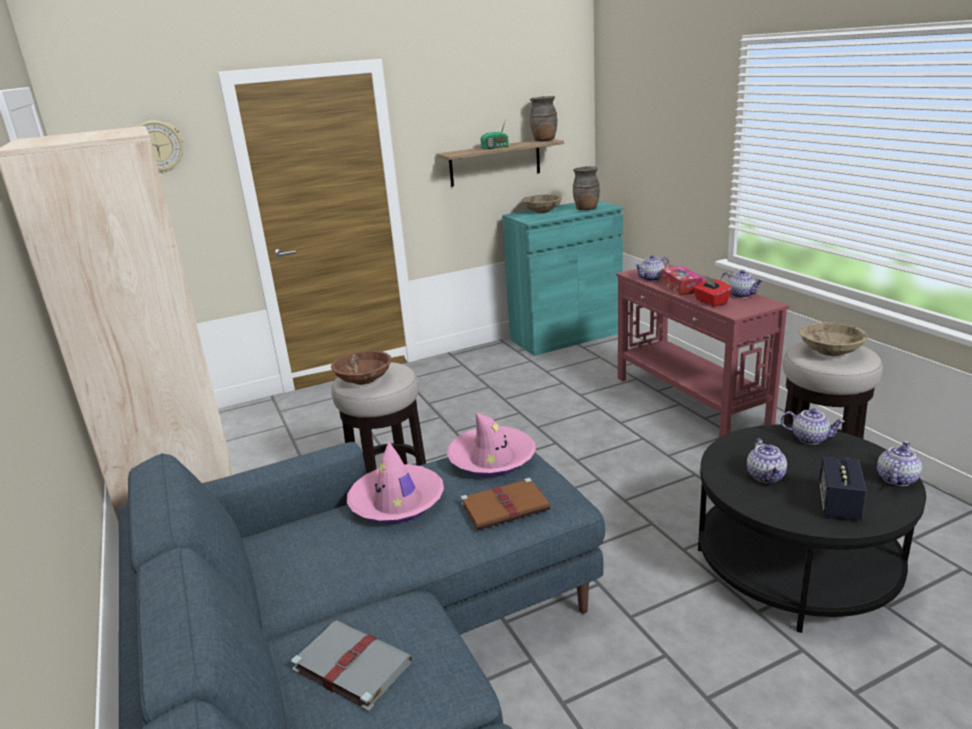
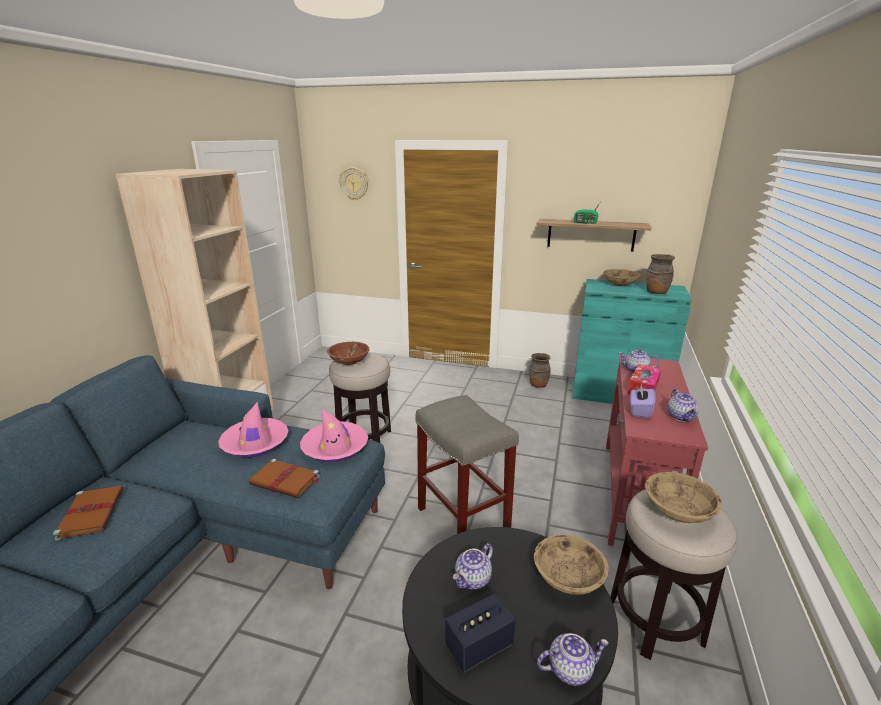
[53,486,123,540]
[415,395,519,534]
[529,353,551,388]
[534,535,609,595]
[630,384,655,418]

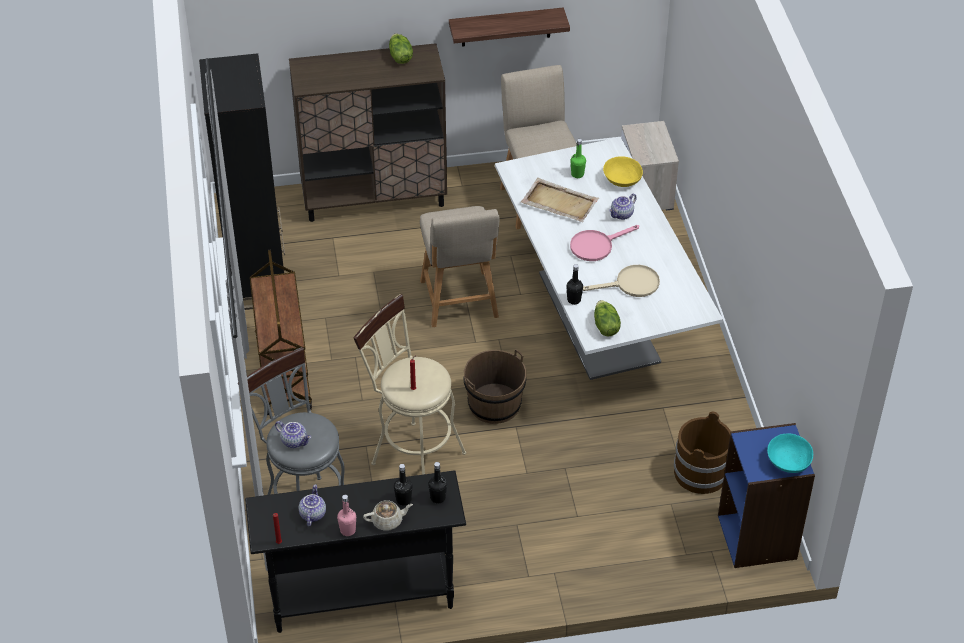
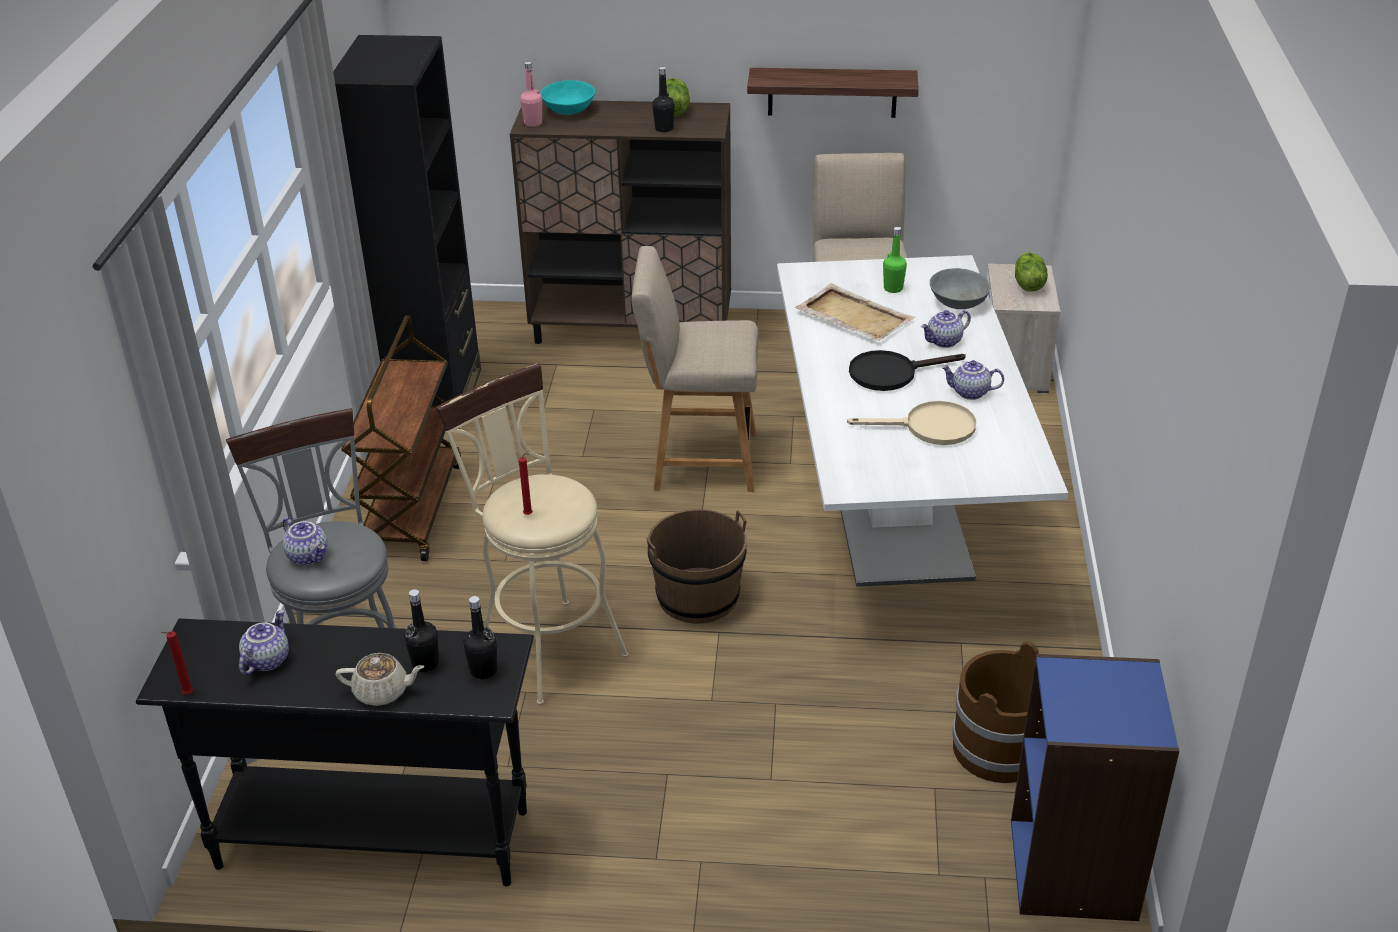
[520,62,542,127]
[540,80,595,115]
[631,246,759,492]
[652,67,675,132]
[849,350,966,391]
[930,268,990,309]
[941,360,1004,400]
[1015,252,1048,292]

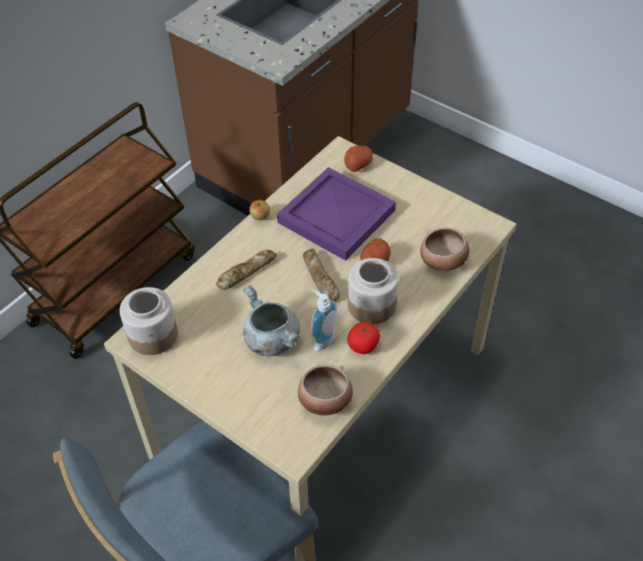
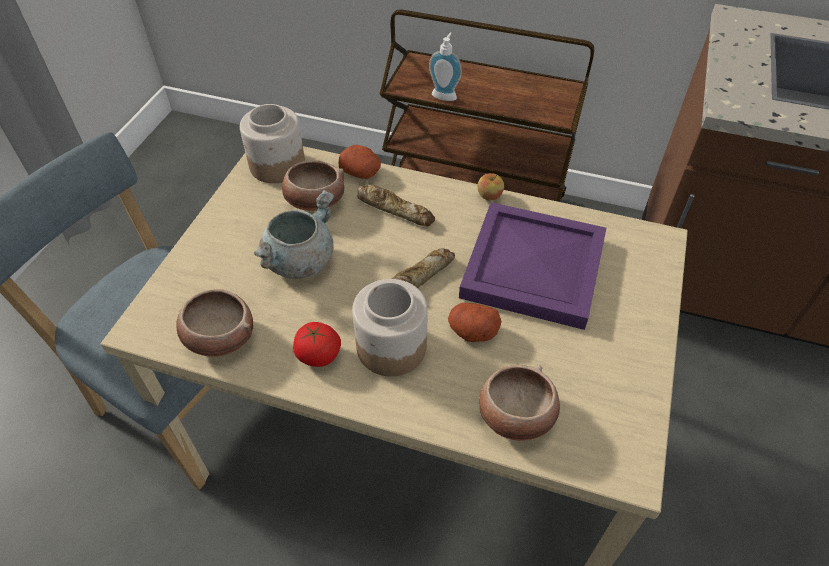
[282,160,344,211]
[339,145,381,179]
[429,32,462,101]

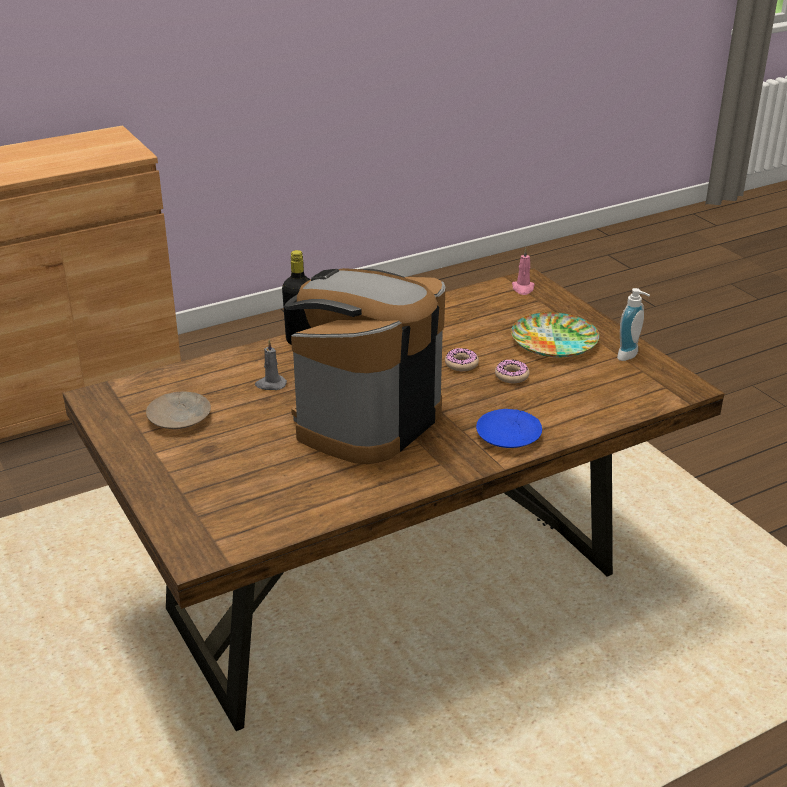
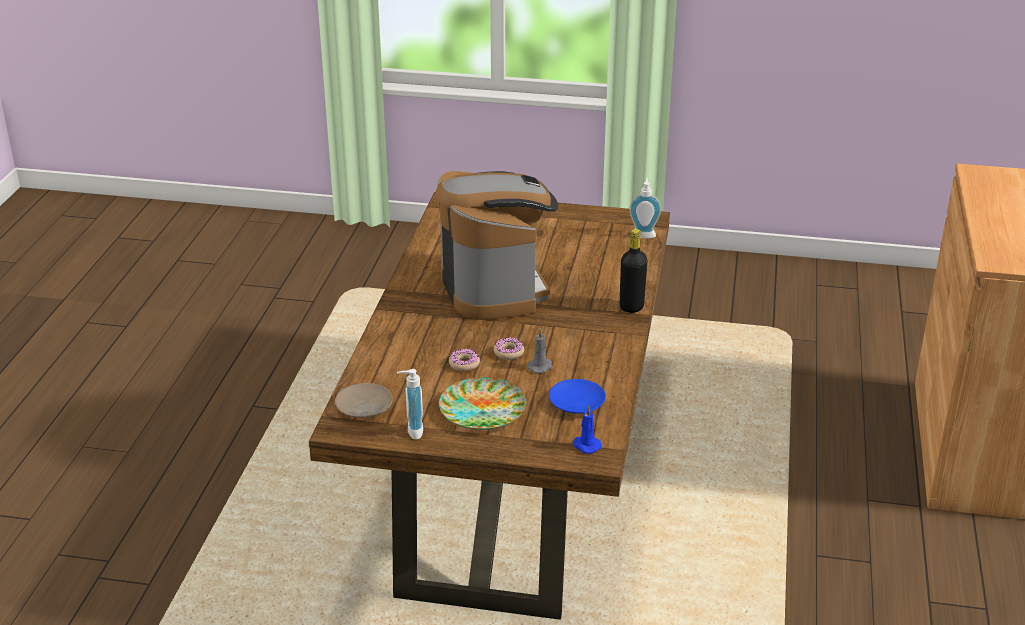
[335,383,393,418]
[527,328,552,374]
[549,379,606,414]
[574,405,602,454]
[629,178,661,239]

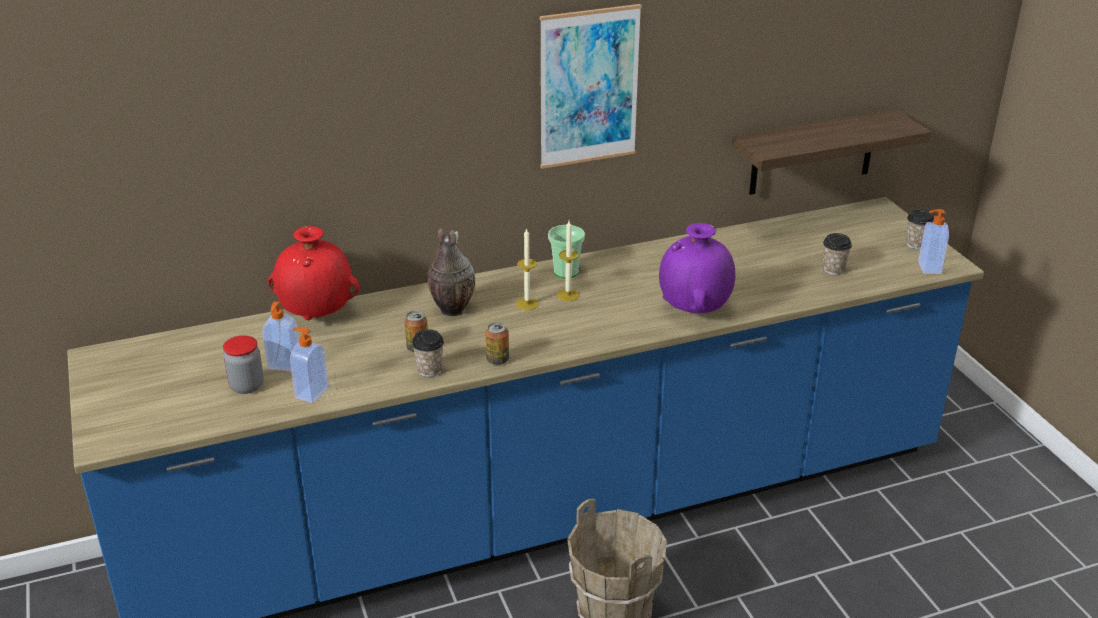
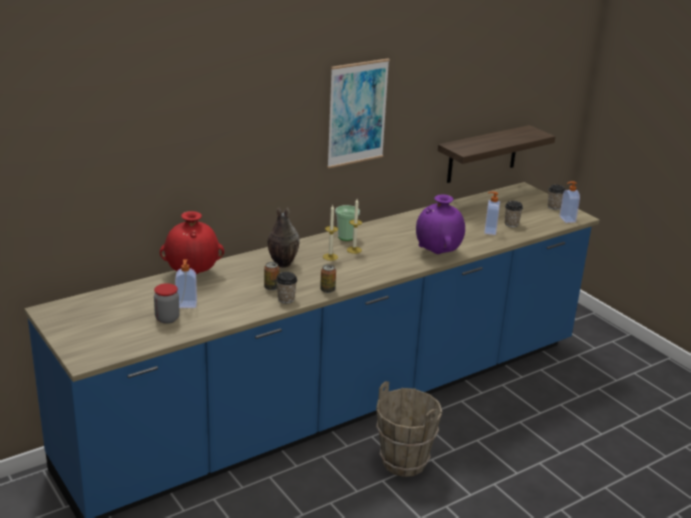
[484,191,500,235]

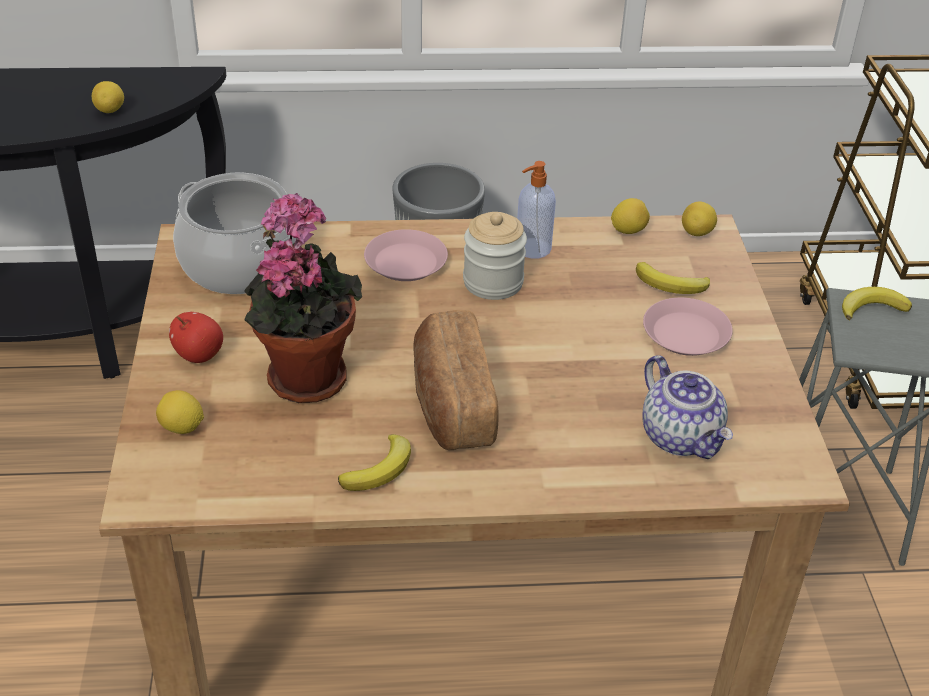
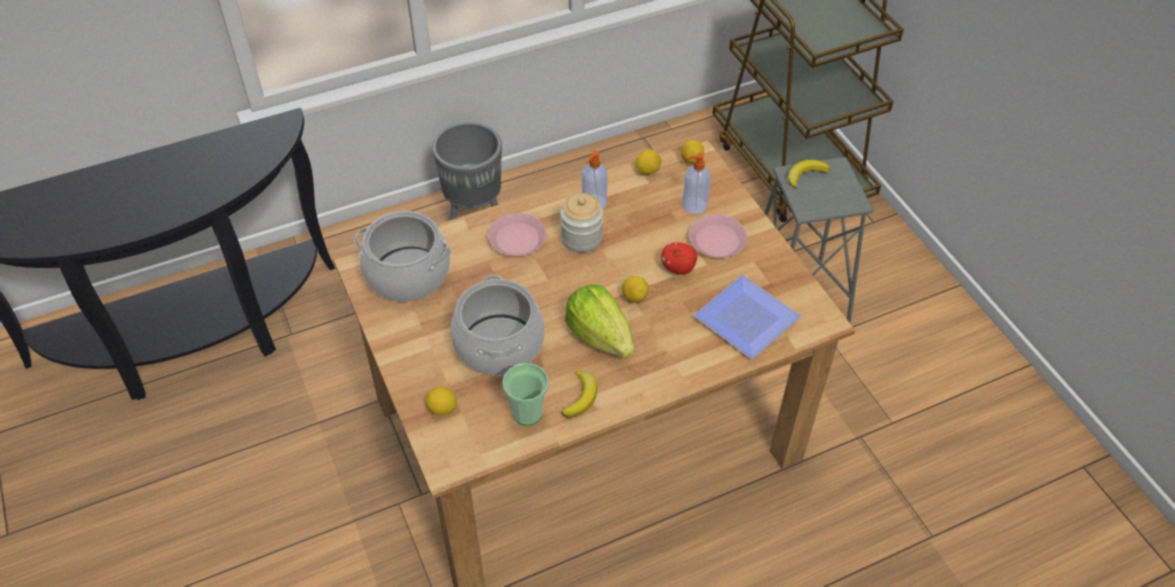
[451,275,545,376]
[502,363,549,426]
[565,285,634,358]
[622,276,649,303]
[661,242,697,275]
[682,153,711,214]
[694,275,801,359]

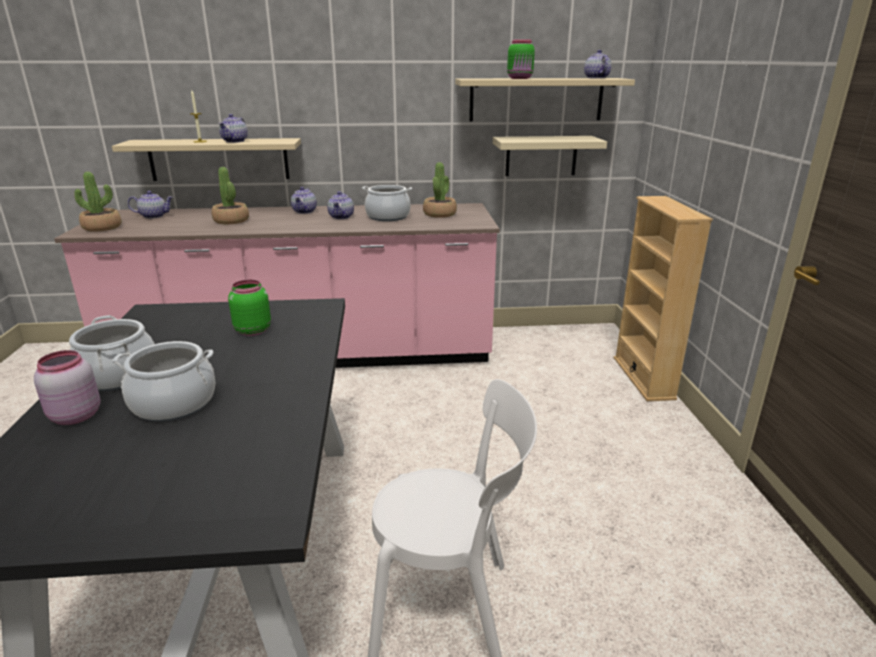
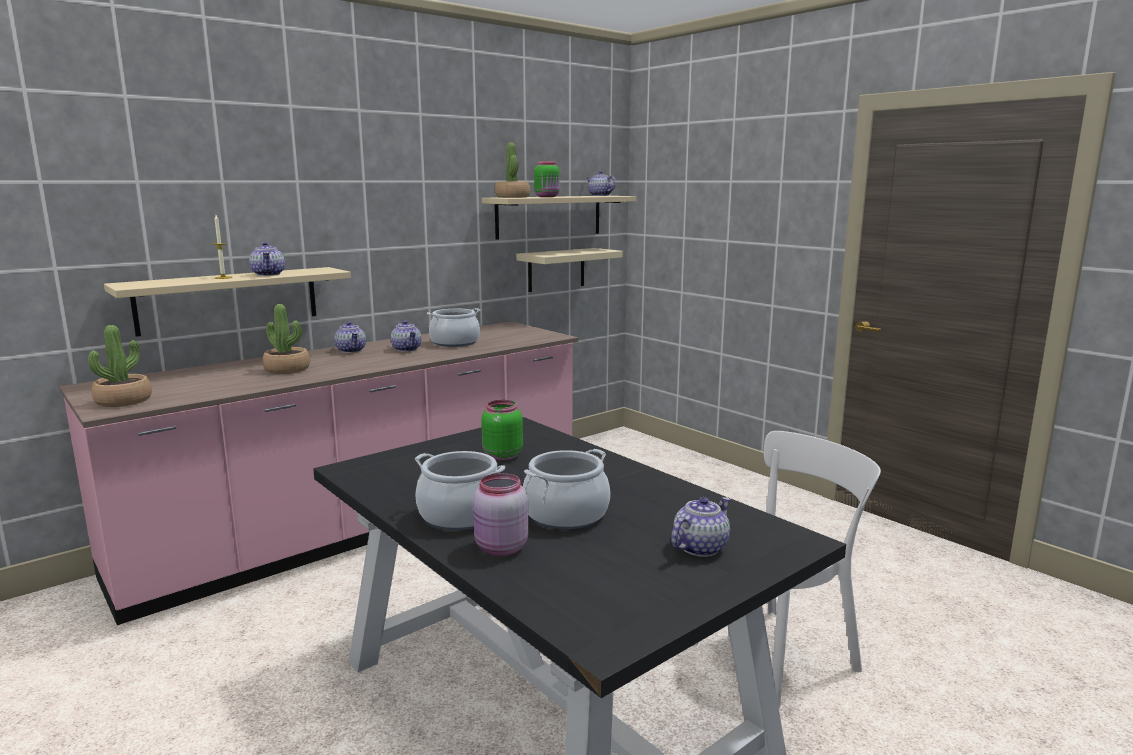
[495,142,530,198]
[671,497,731,557]
[614,196,713,401] (first image)

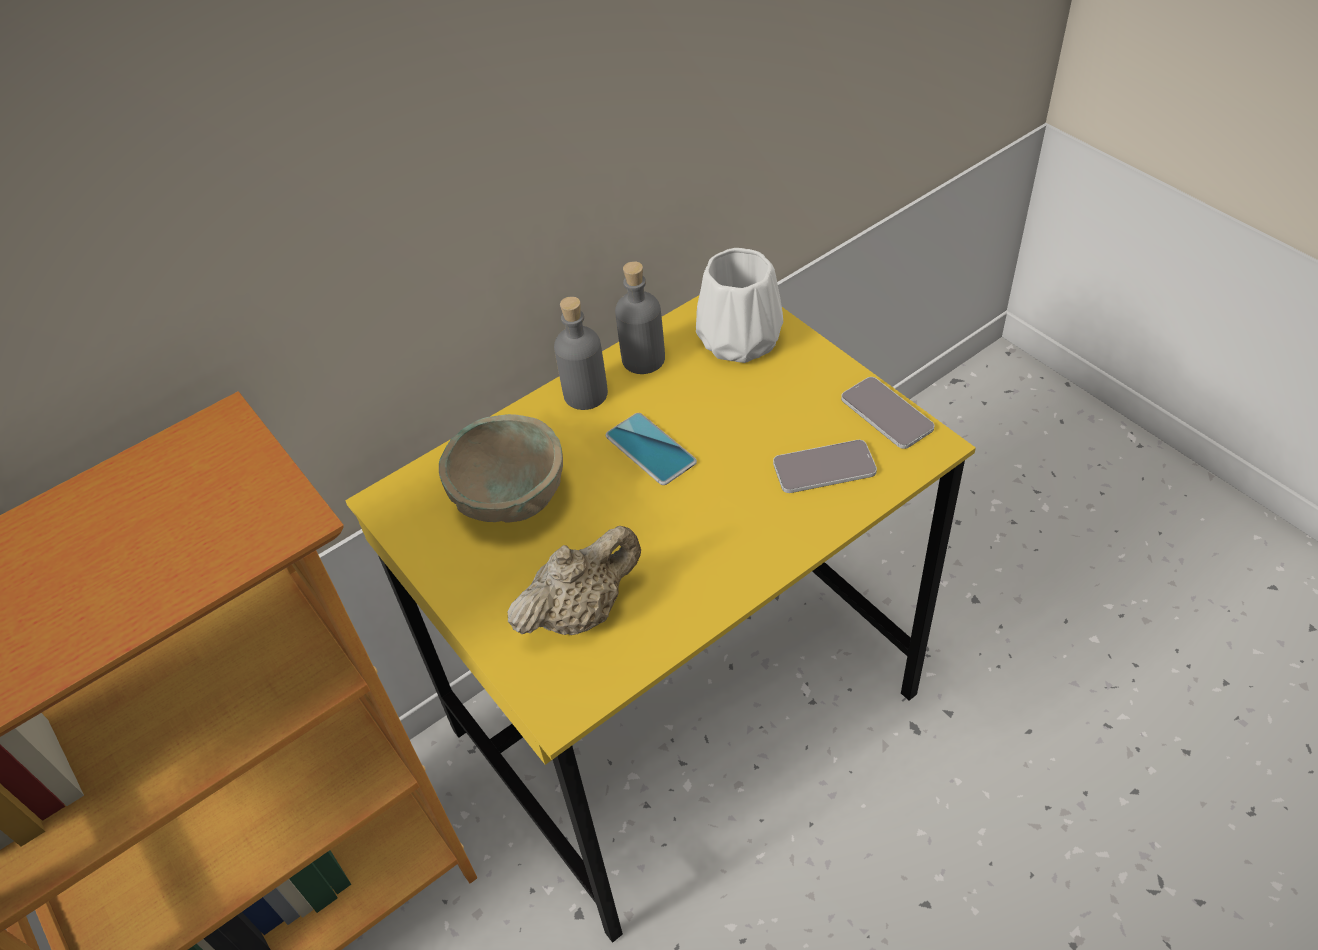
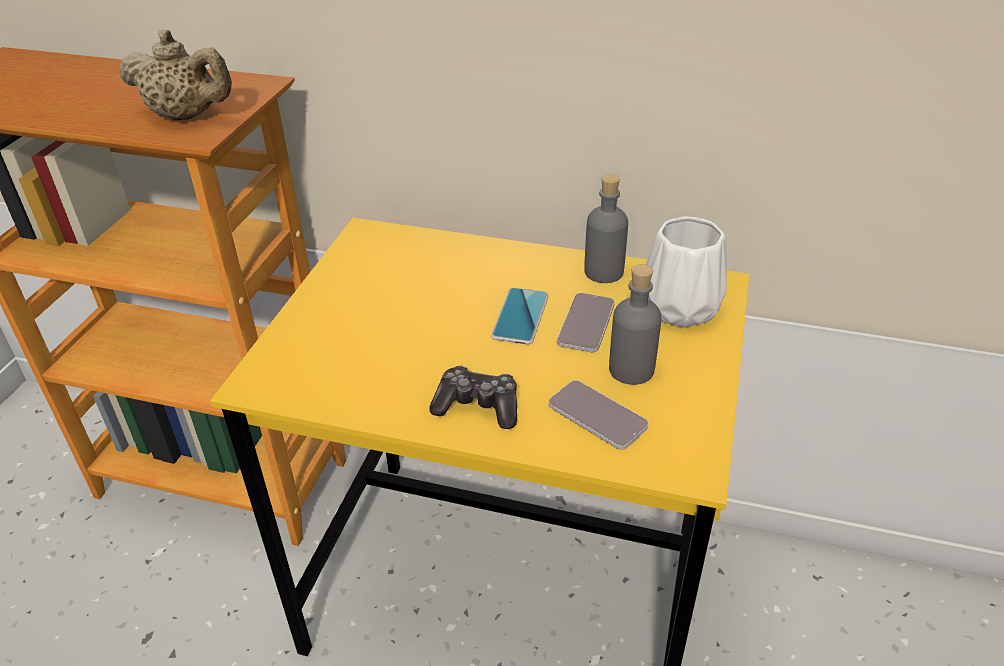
[119,30,232,120]
[429,366,517,429]
[557,293,615,352]
[609,264,662,385]
[439,414,563,523] (first image)

